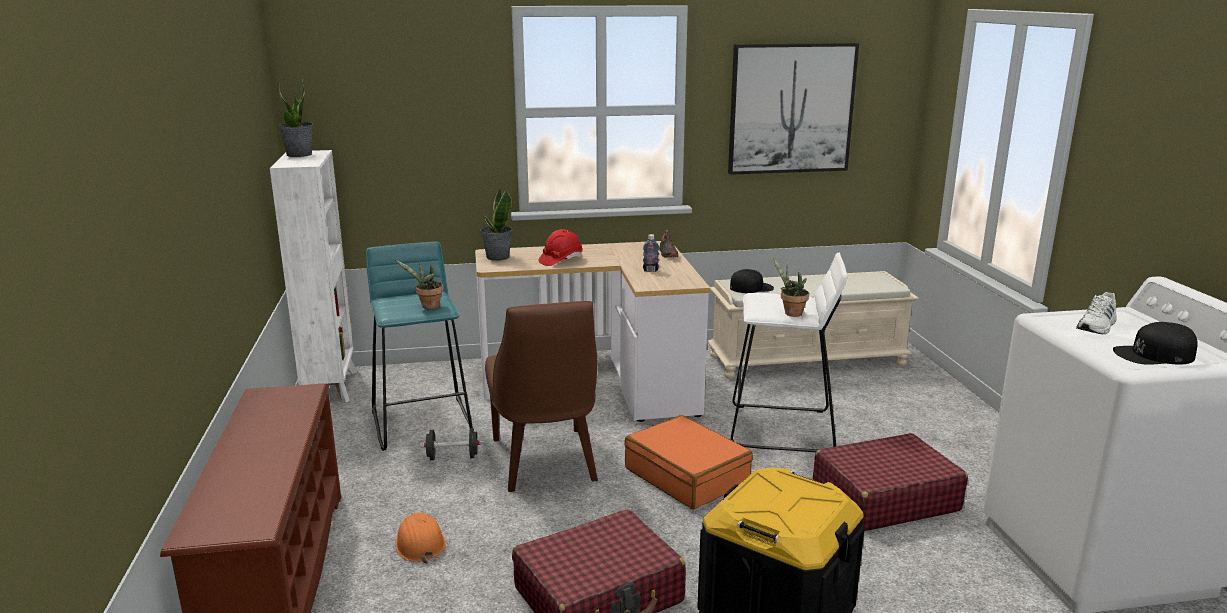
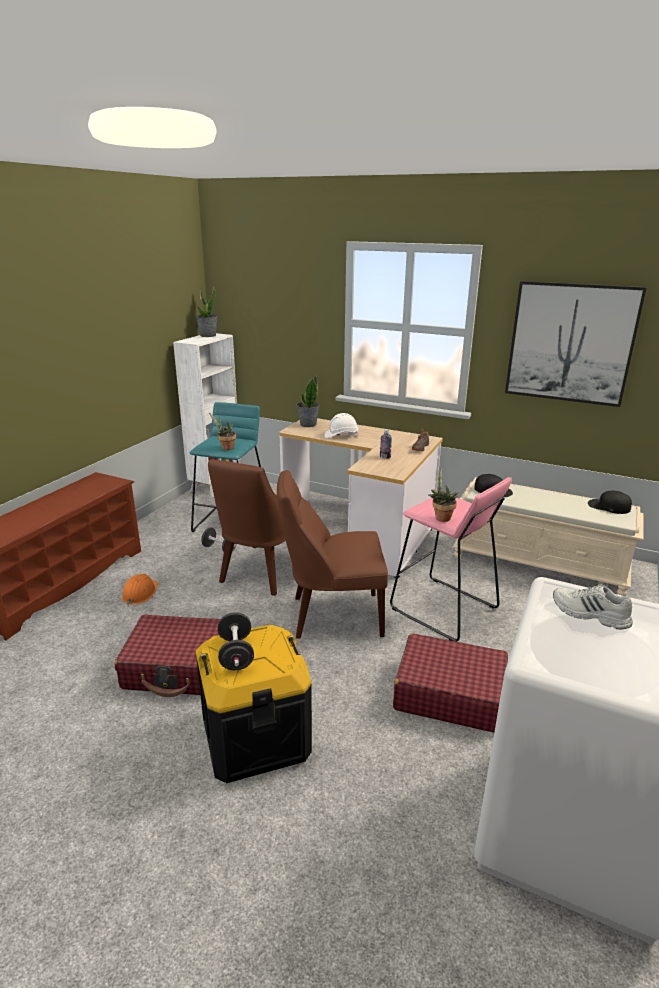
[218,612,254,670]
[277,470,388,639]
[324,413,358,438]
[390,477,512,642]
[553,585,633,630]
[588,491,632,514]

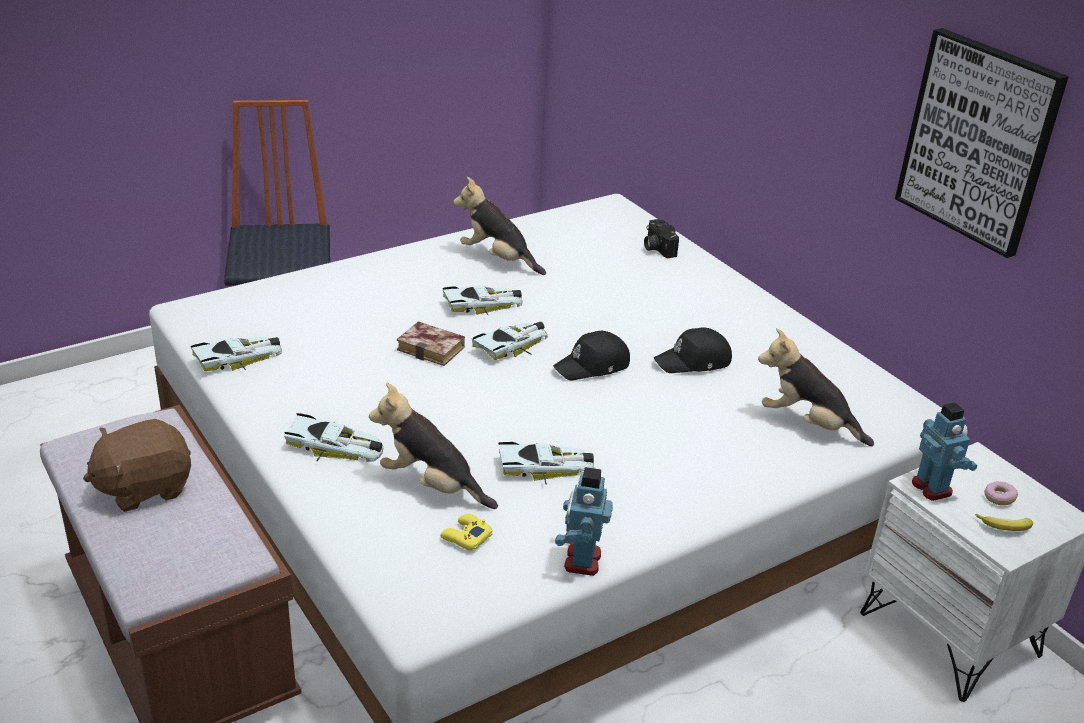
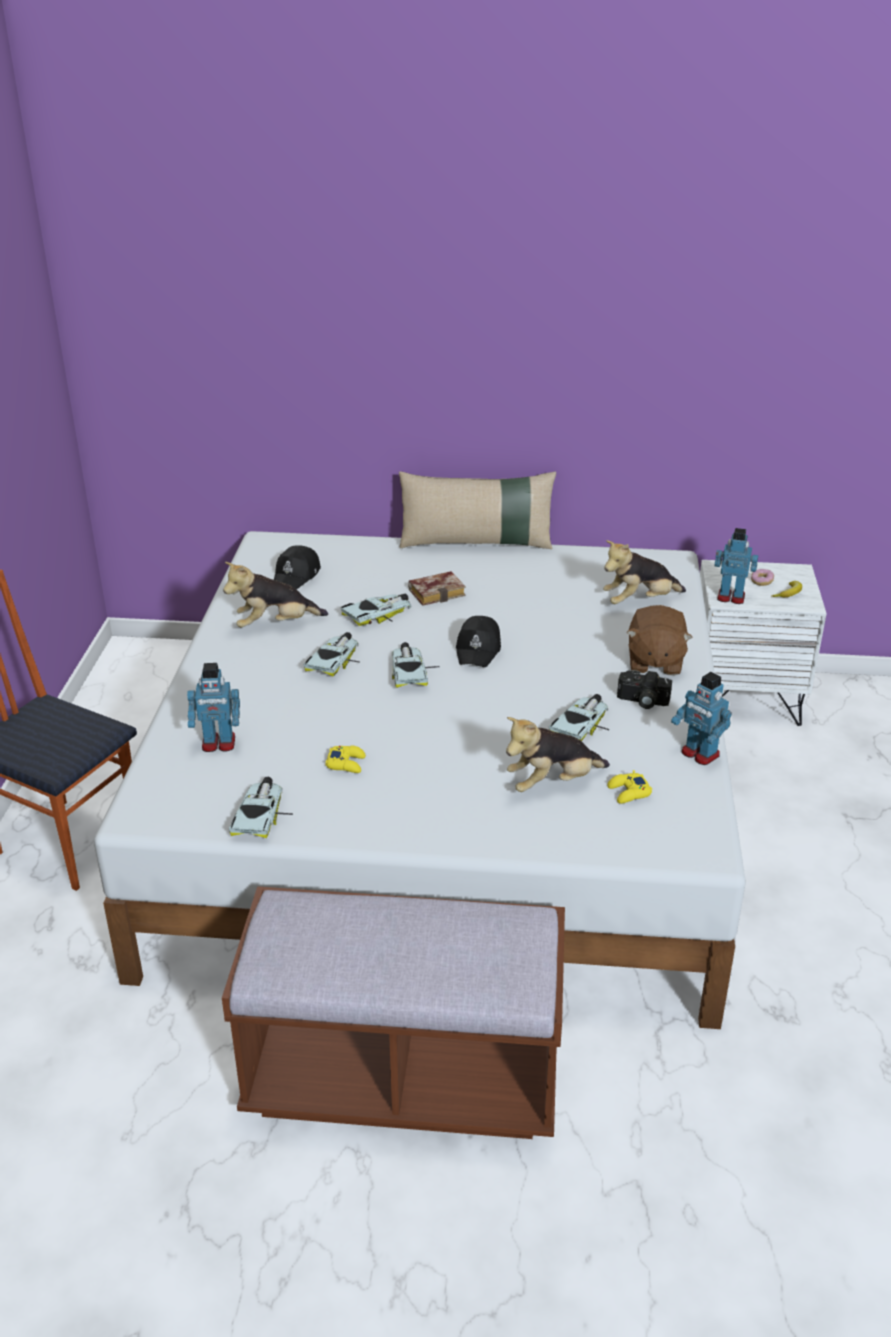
[187,663,240,752]
[274,545,321,590]
[325,745,366,773]
[341,594,411,626]
[399,471,556,549]
[408,571,466,606]
[617,671,672,709]
[627,605,693,676]
[895,28,1069,258] (first image)

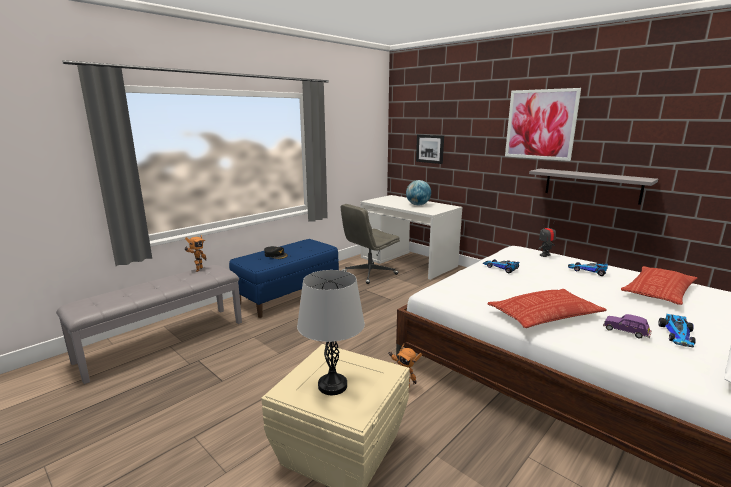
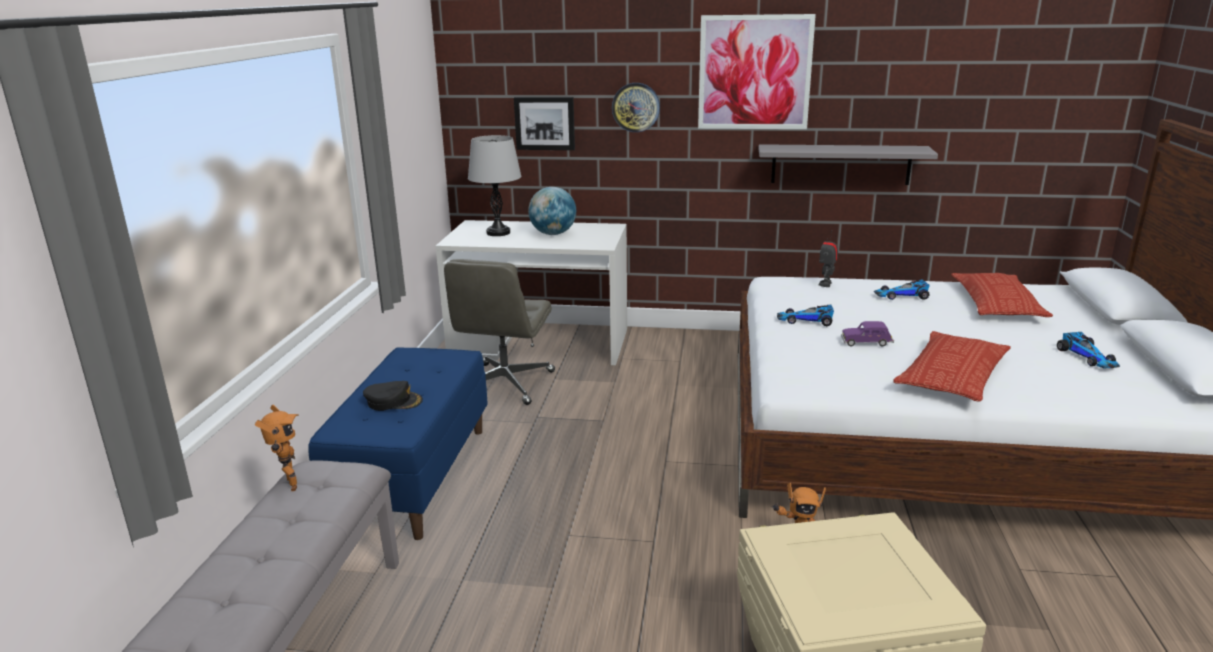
[468,135,521,236]
[612,83,660,132]
[841,321,894,346]

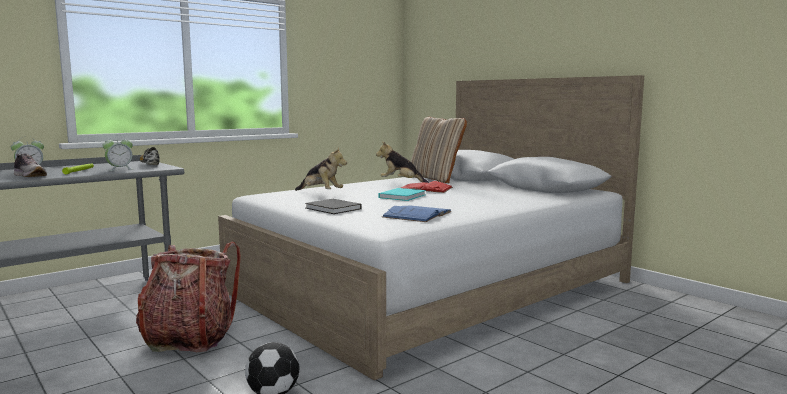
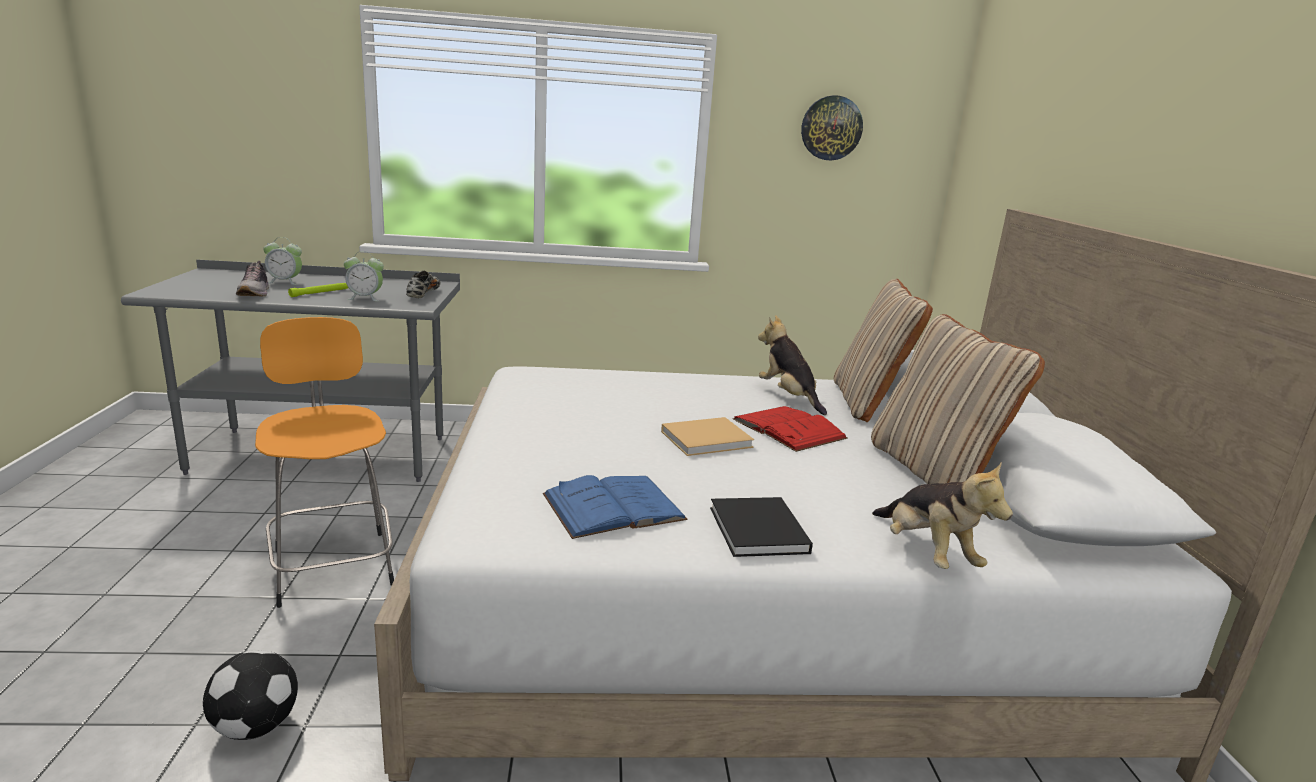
[255,317,394,608]
[661,417,754,456]
[710,497,813,557]
[801,95,863,161]
[871,314,1045,484]
[872,462,1013,569]

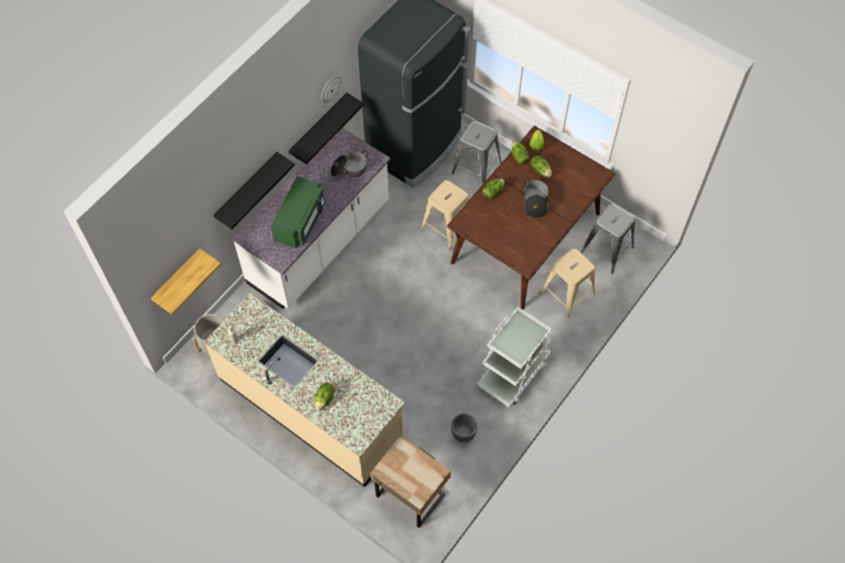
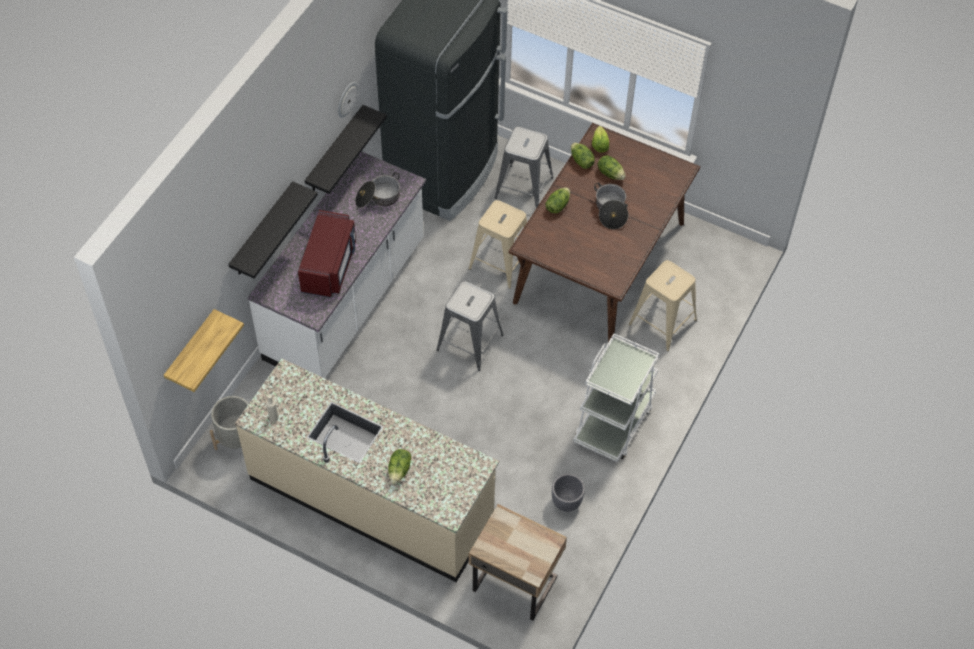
[298,210,356,298]
[436,281,503,371]

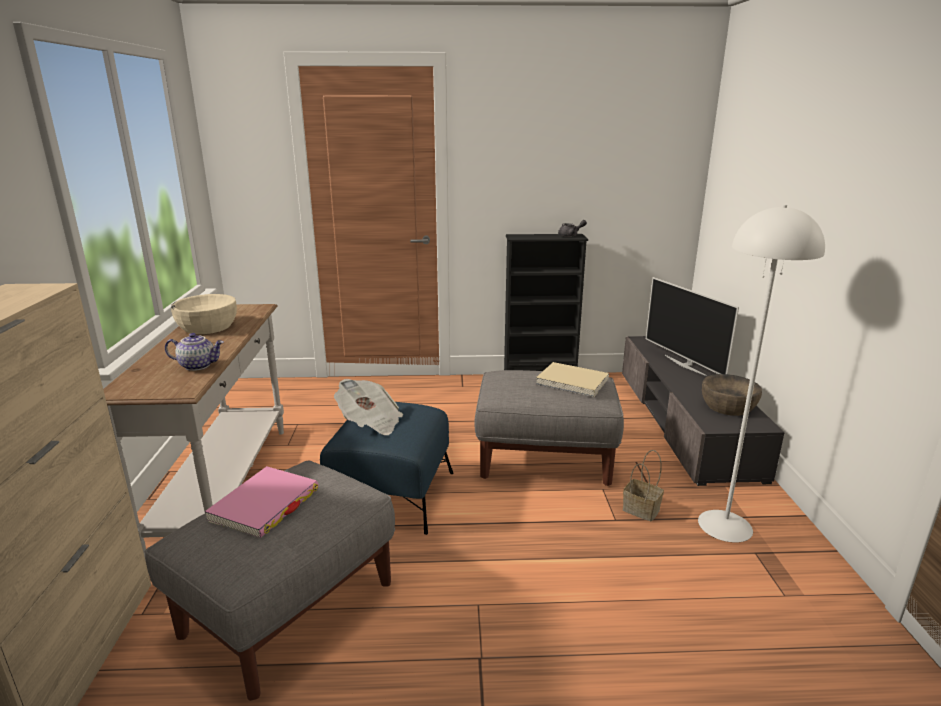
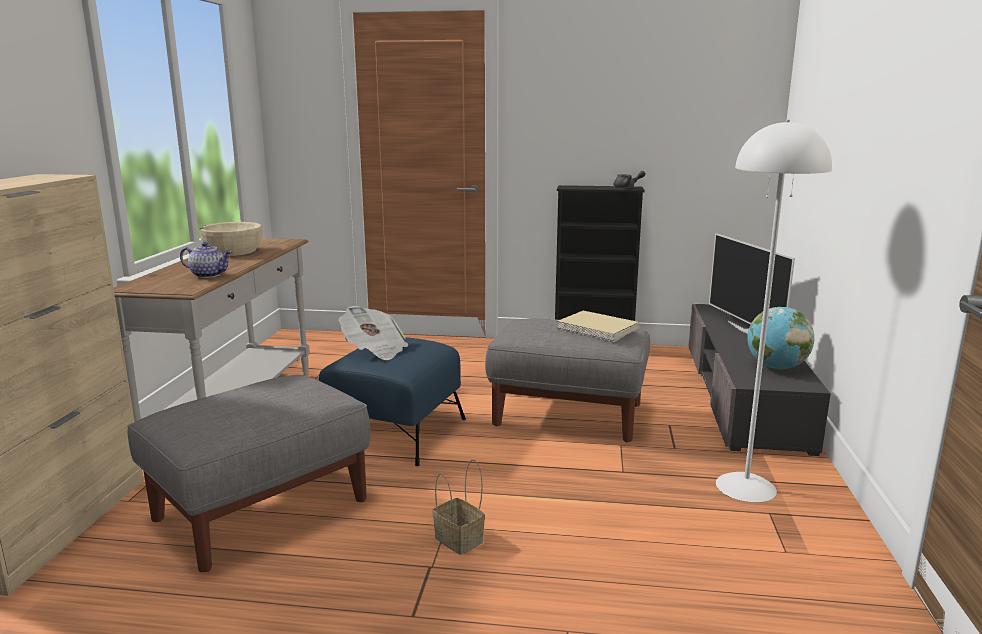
[433,459,485,555]
[747,307,814,370]
[205,466,319,538] (first image)

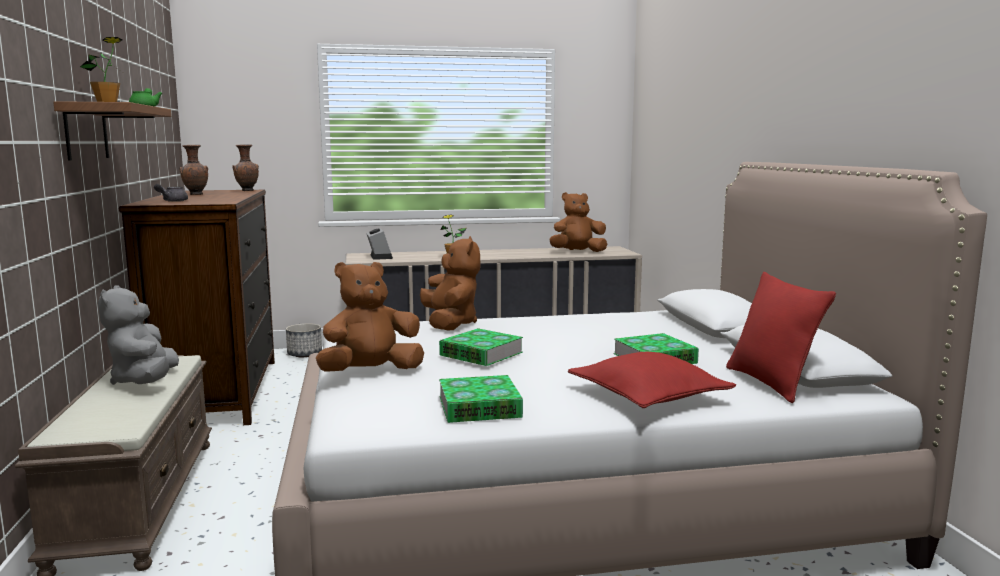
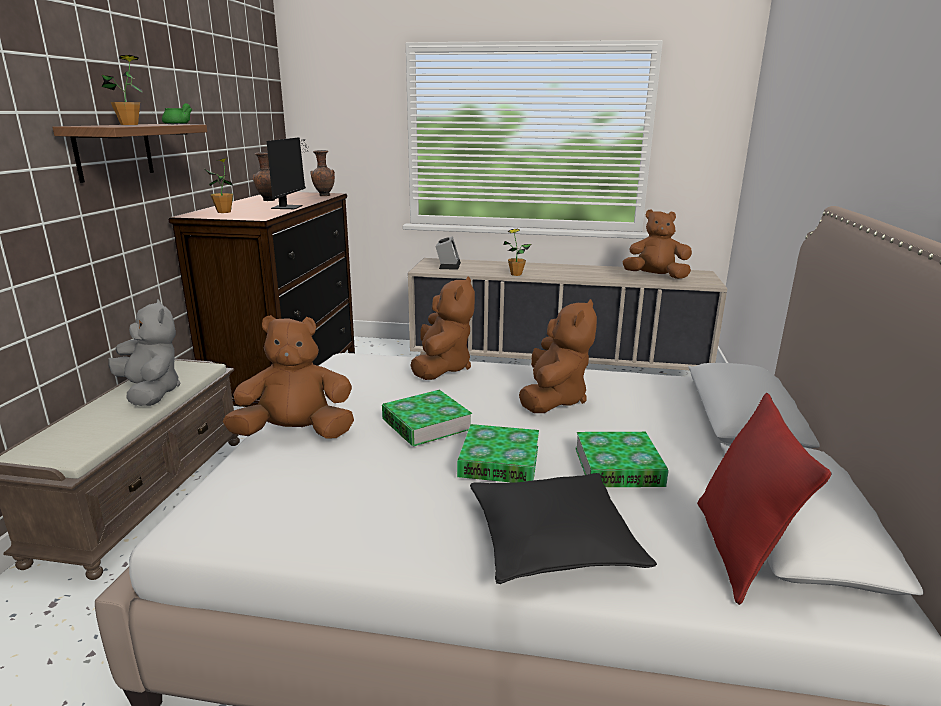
[108,299,181,406]
[205,158,233,213]
[267,137,308,209]
[457,424,539,483]
[470,473,657,584]
[519,299,597,413]
[286,323,322,357] (first image)

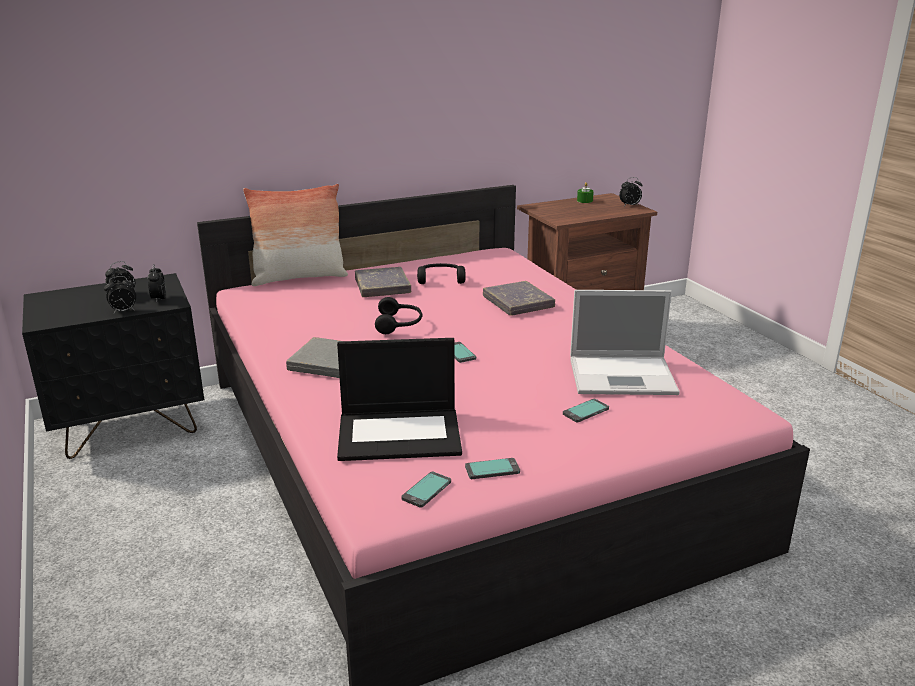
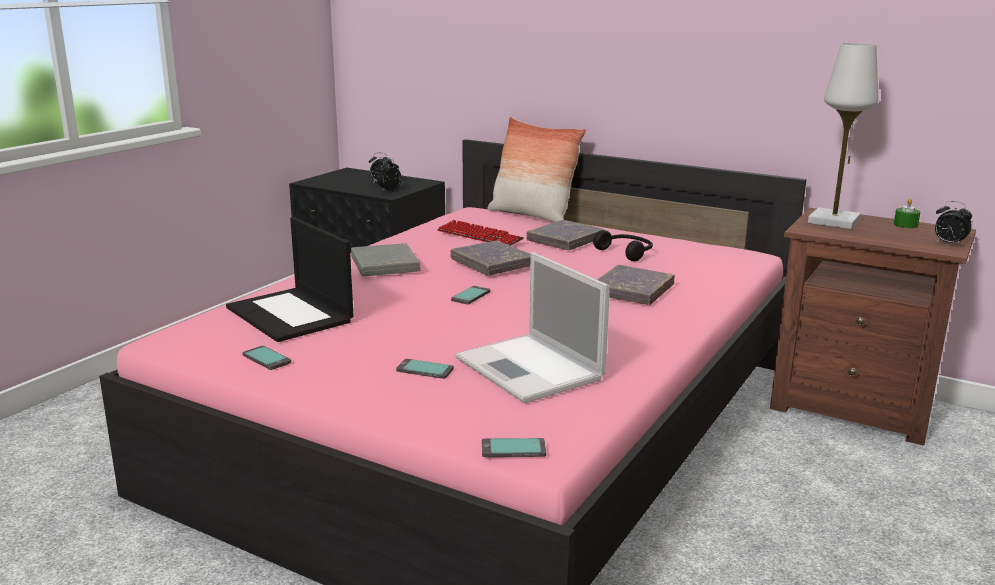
[437,220,524,246]
[451,240,531,275]
[482,438,546,457]
[808,43,878,229]
[104,276,136,313] (first image)

